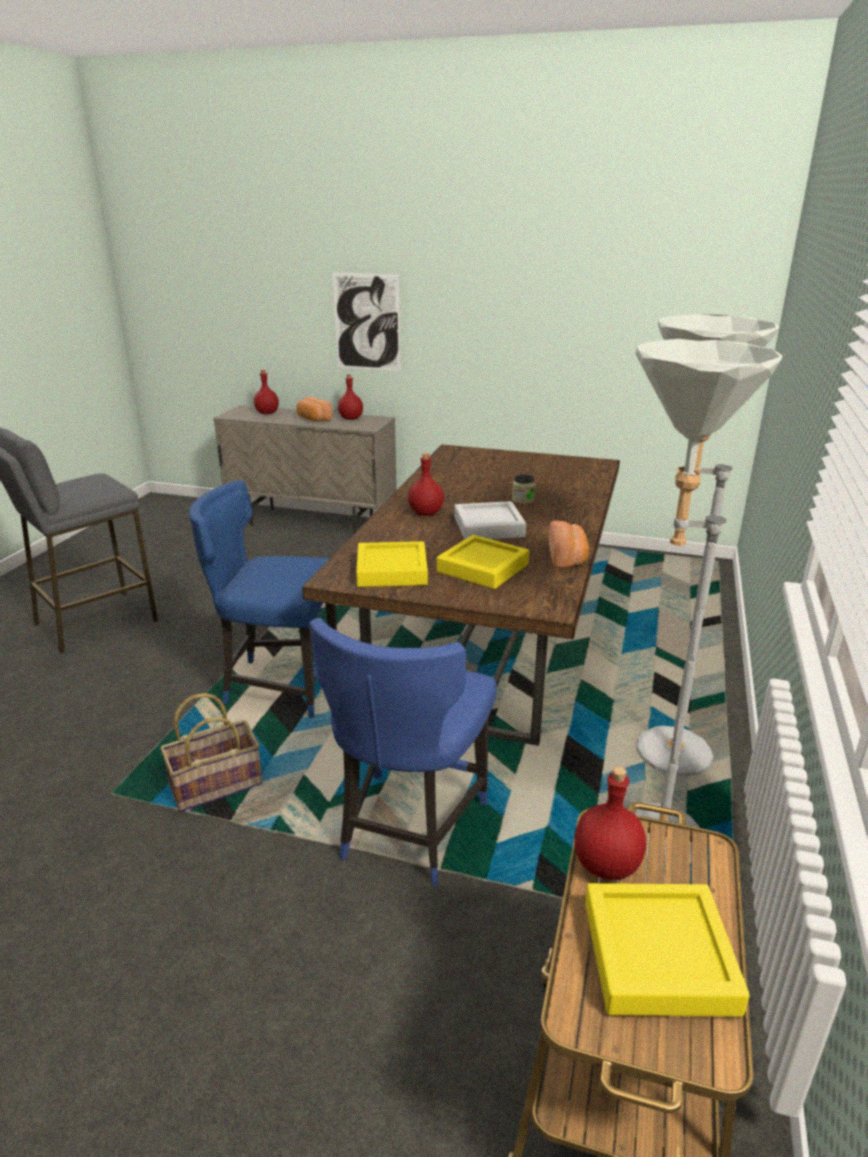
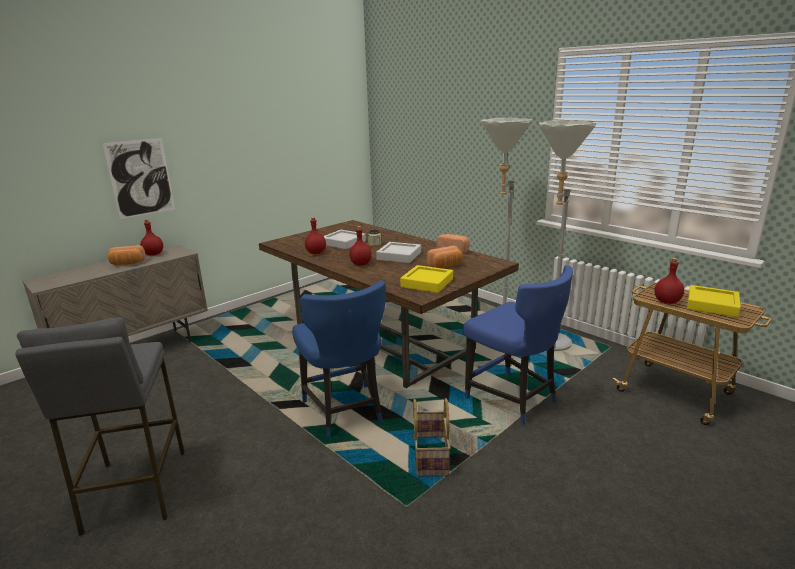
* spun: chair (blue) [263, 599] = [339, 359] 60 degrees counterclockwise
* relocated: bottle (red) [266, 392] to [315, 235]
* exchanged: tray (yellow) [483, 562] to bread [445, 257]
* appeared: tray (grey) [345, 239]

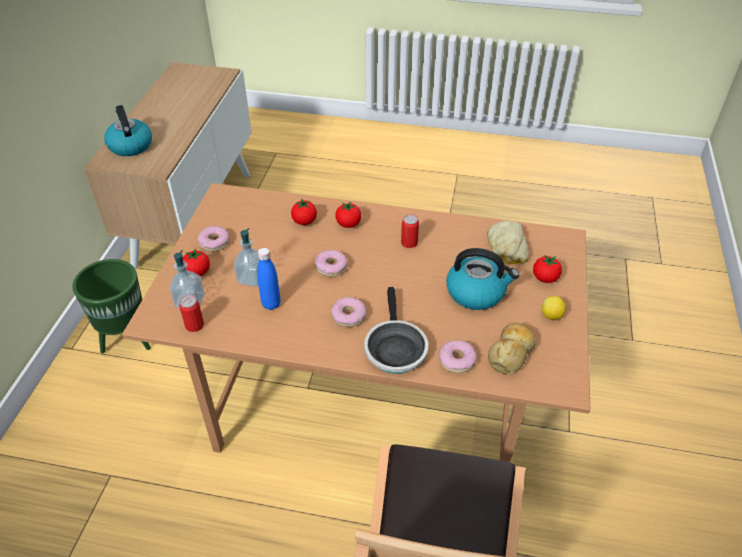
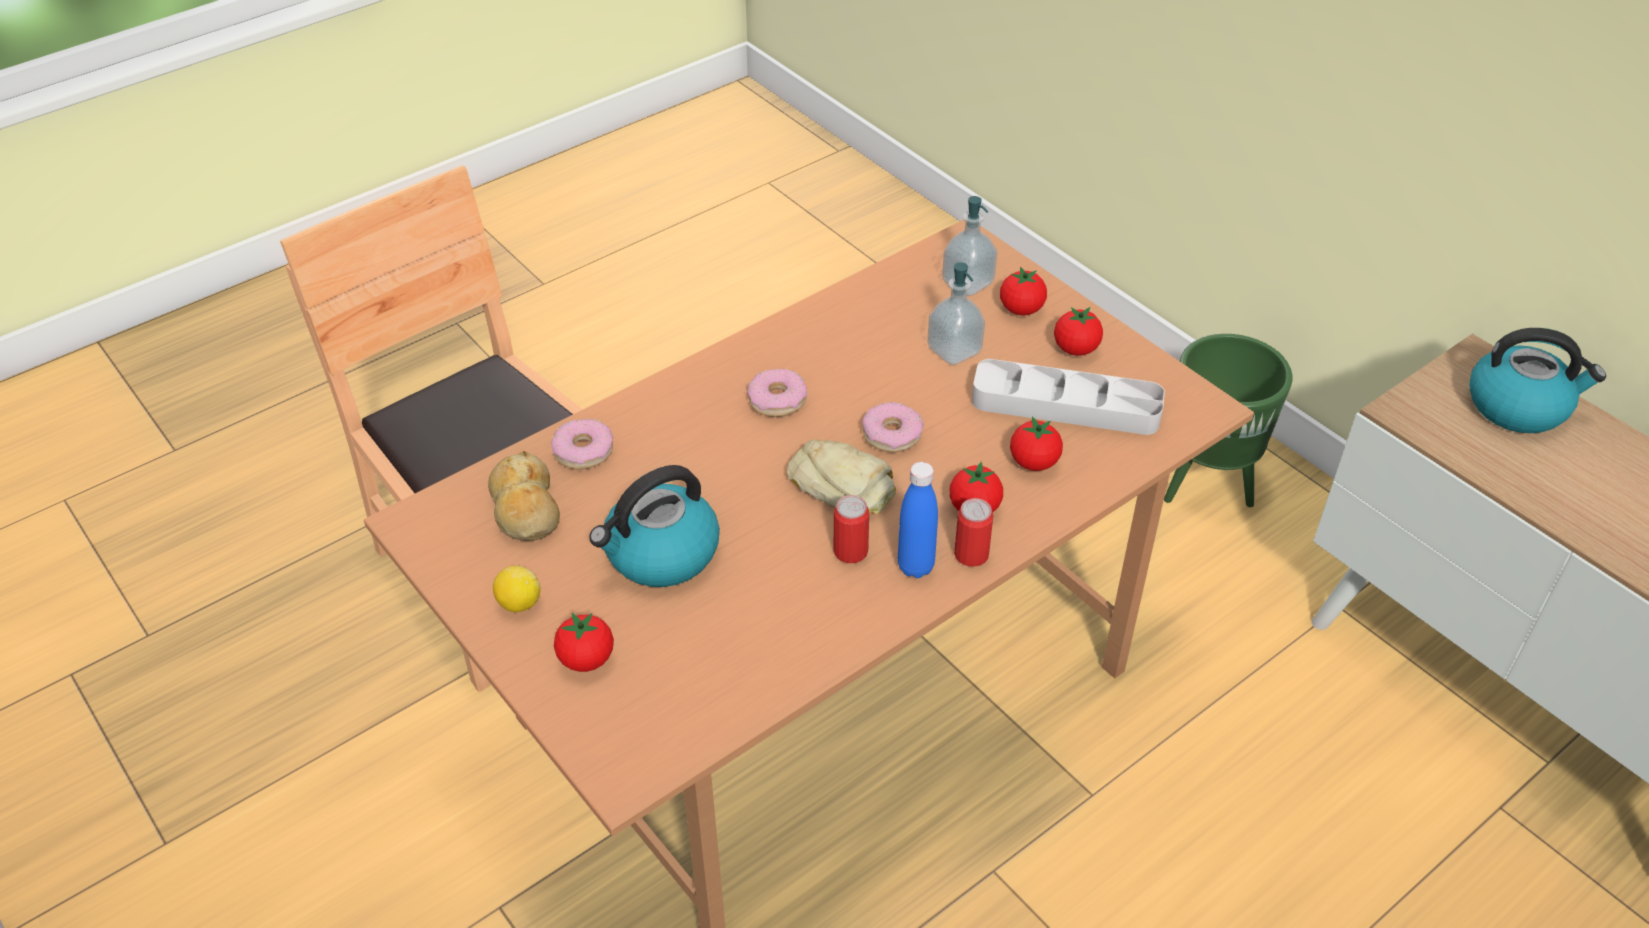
* relocated: can [191, 313] to [973, 532]
* exchanged: donut [213, 239] to tomato [1078, 331]
* relocated: bottle (blue) [269, 279] to [918, 520]
* missing: frying pan [396, 330]
* relocated: bread [508, 242] to [841, 477]
* appeared: tray (grey) [1068, 397]

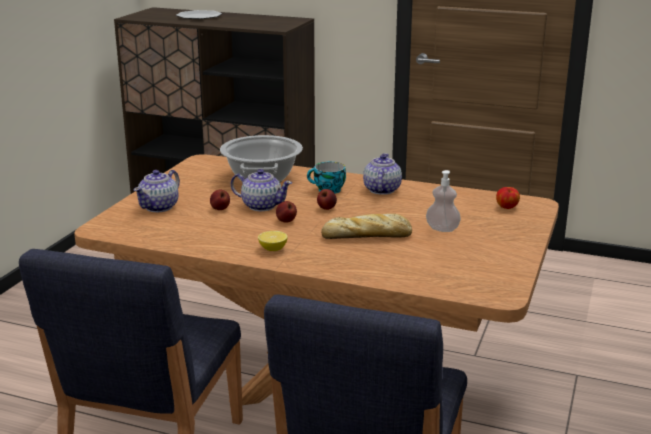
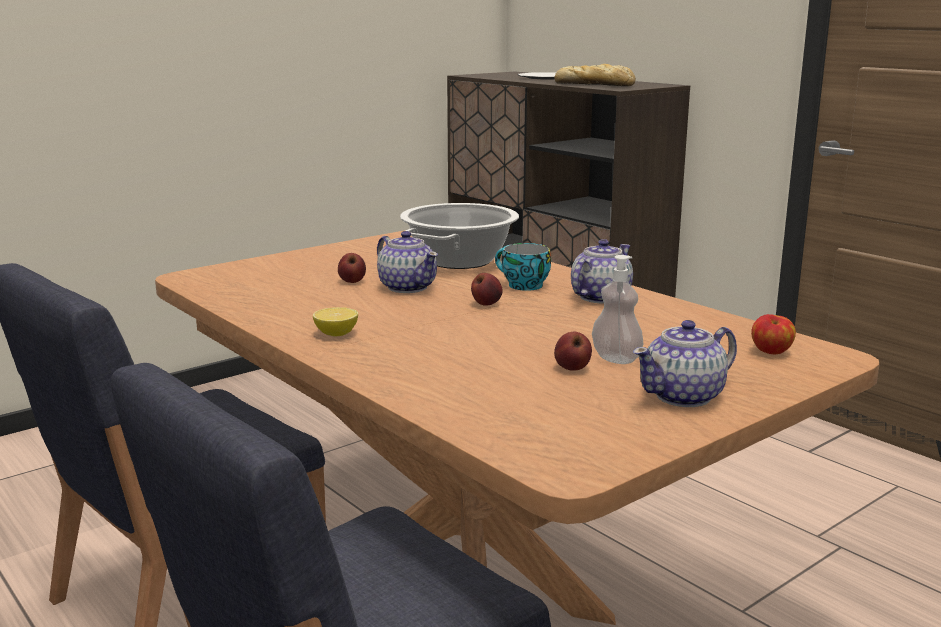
* relocated: teapot [157, 191] to [685, 363]
* relocated: apple [286, 212] to [573, 351]
* relocated: bread [366, 226] to [595, 75]

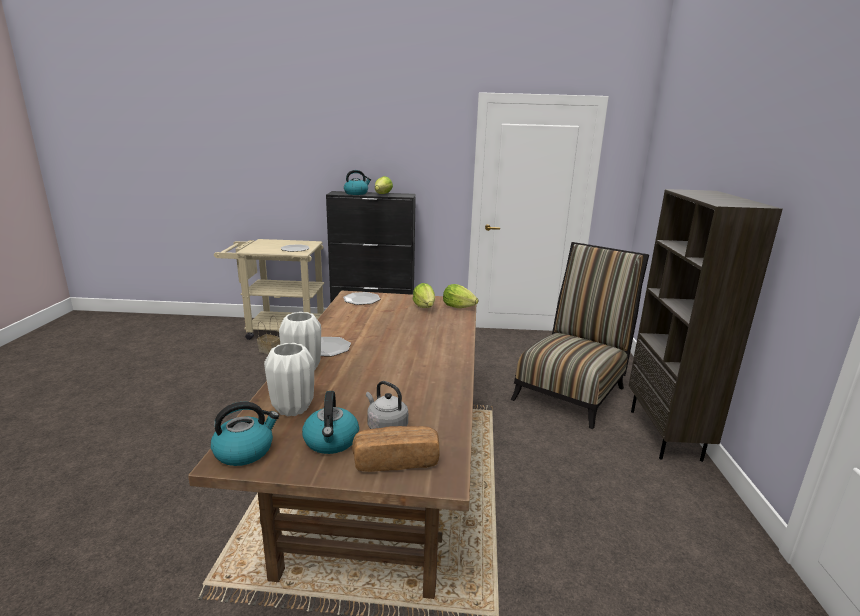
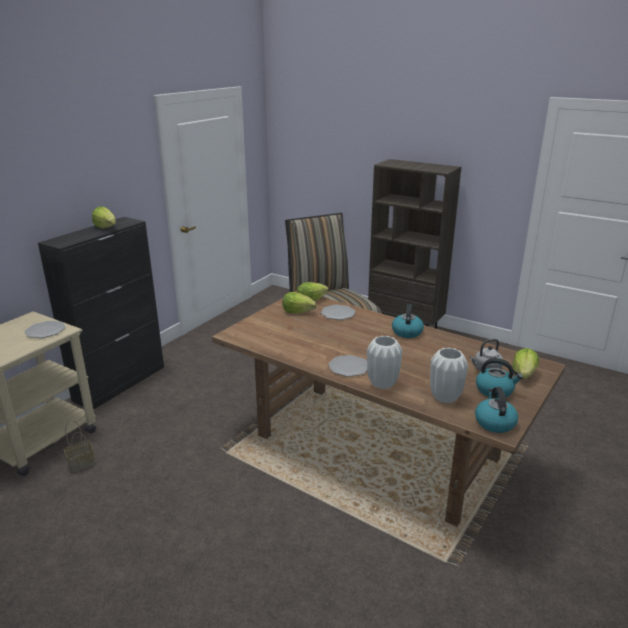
* relocated: plate [361, 298] to [338, 312]
* relocated: kettle [357, 182] to [408, 321]
* exchanged: bread [396, 449] to lettuce [525, 363]

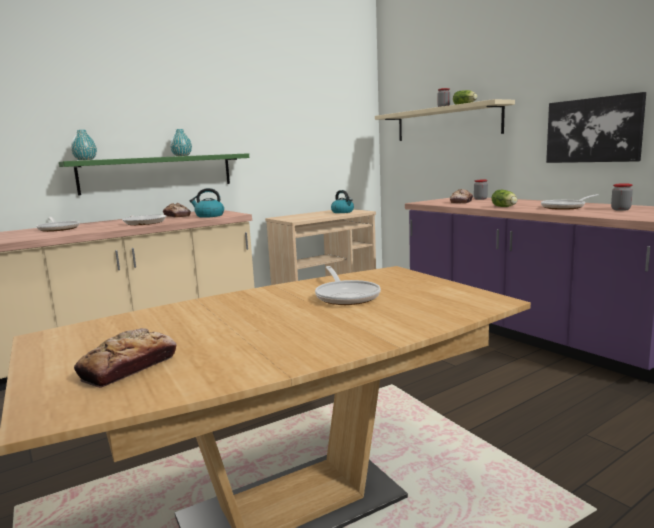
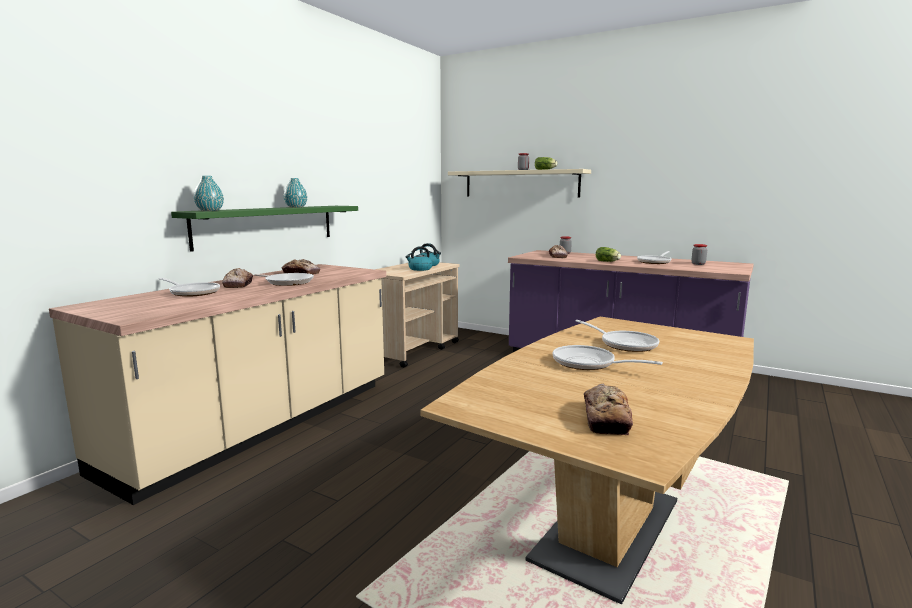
* relocated: kettle [207, 203] to [418, 258]
* missing: picture [596, 127]
* appeared: bread [237, 278]
* appeared: frying pan [608, 357]

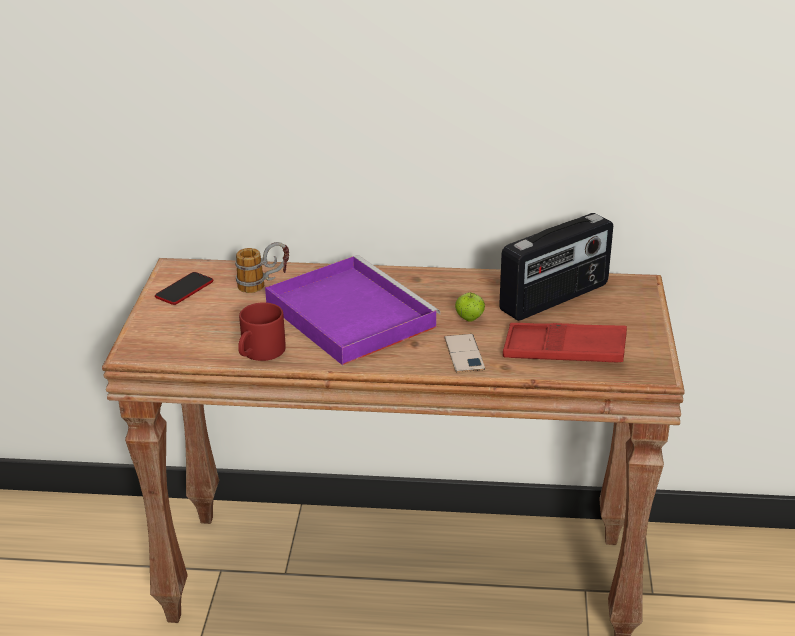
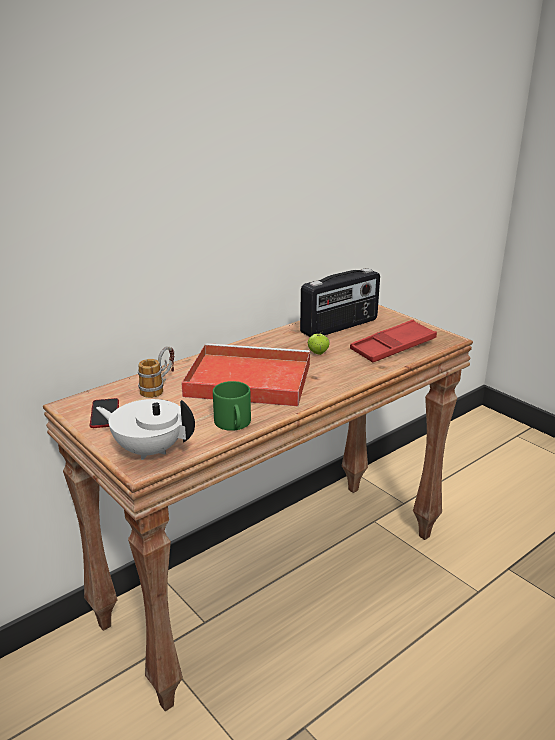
* colour: mug (red) [262, 331] to mug (green) [232, 406]
* colour: tray (purple) [352, 310] to tray (red) [245, 374]
* missing: phone [465, 353]
* spun: radio [556, 267] = [340, 302] 45 degrees clockwise
* appeared: teapot (white) [145, 429]

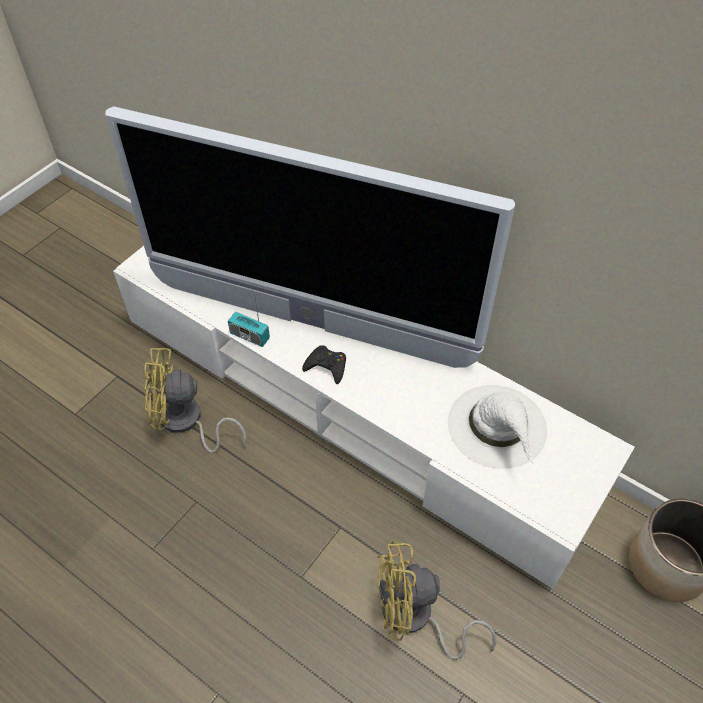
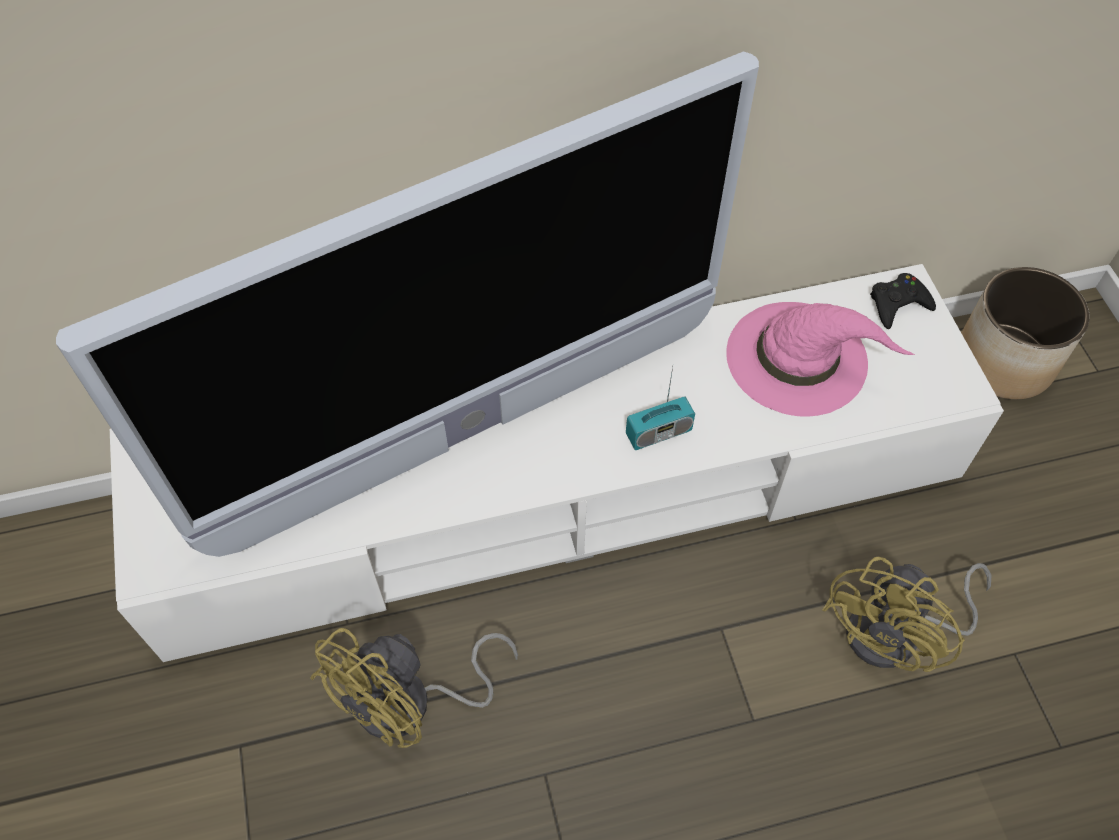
* relocated: radio [249, 323] to [660, 408]
* relocated: game controller (black) [324, 364] to [903, 301]
* colour: hat (white) [497, 427] to hat (pink) [821, 359]

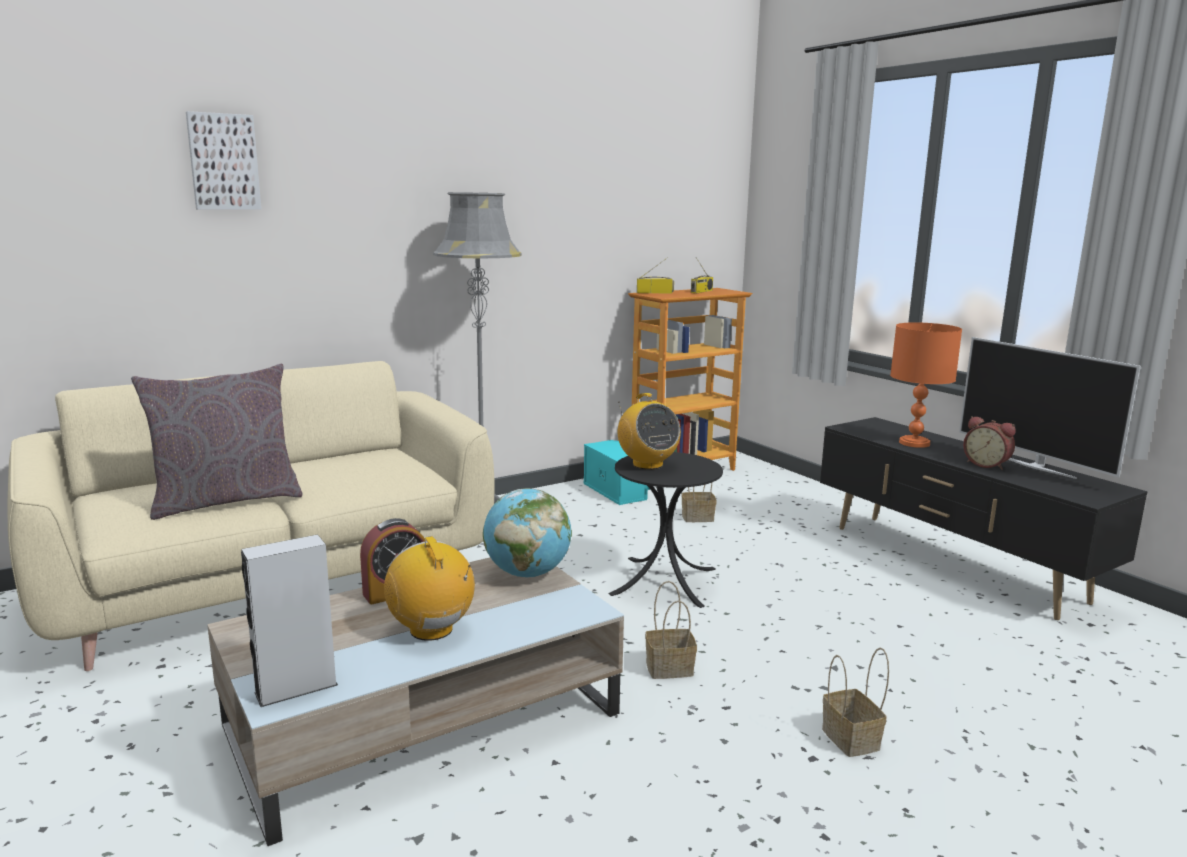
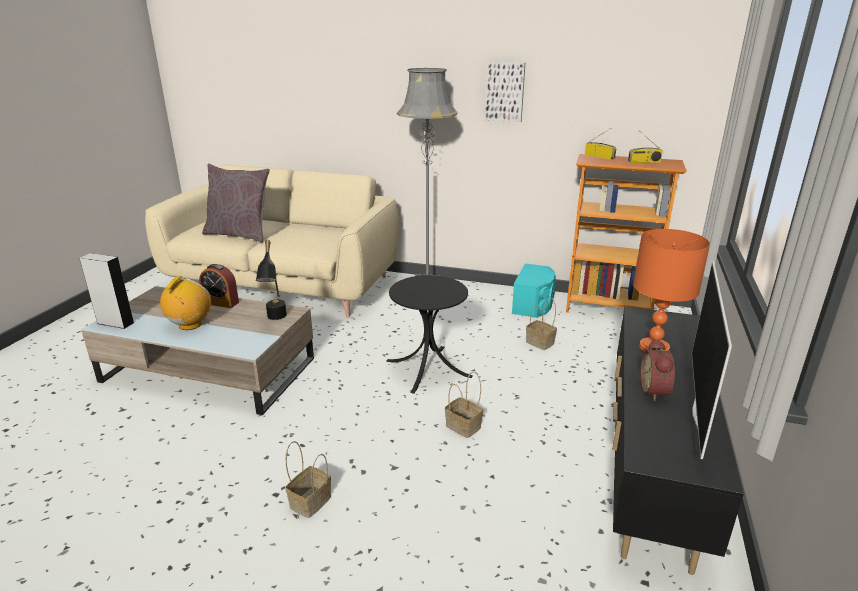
* relocated: picture [223, 160] to [505, 92]
* exchanged: globe [527, 533] to table lamp (black) [271, 280]
* missing: radio [649, 431]
* relocated: basket [671, 630] to [464, 404]

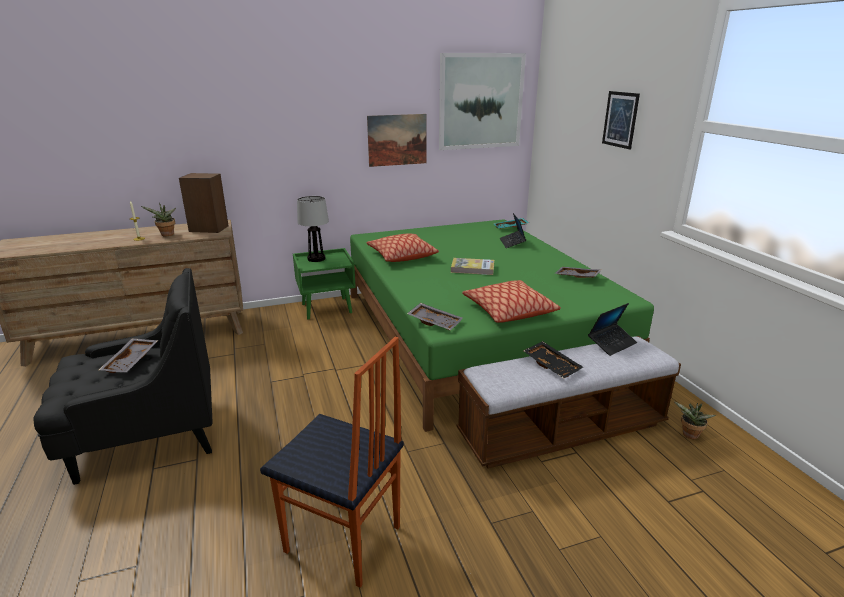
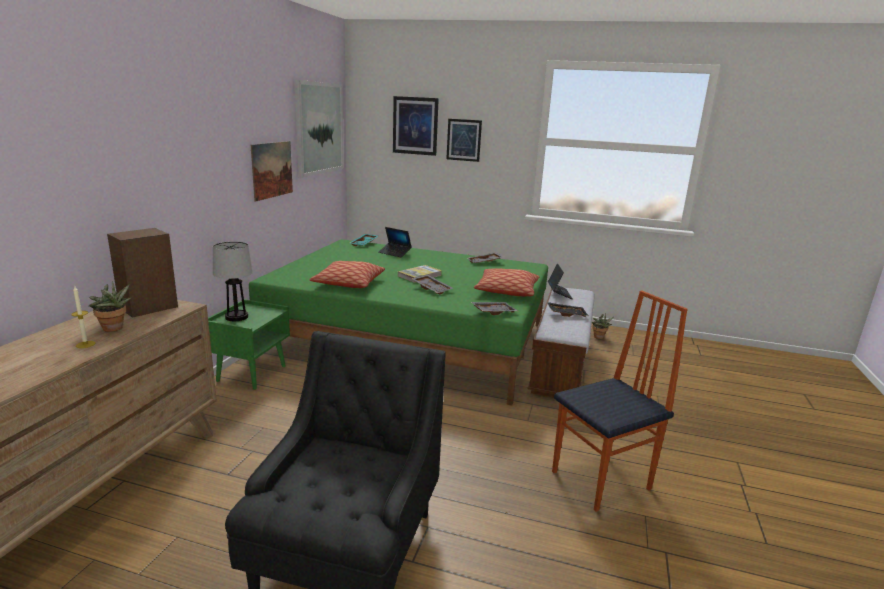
* relocated: tray (grey) [128, 355] to [432, 284]
* appeared: picture [416, 126]

